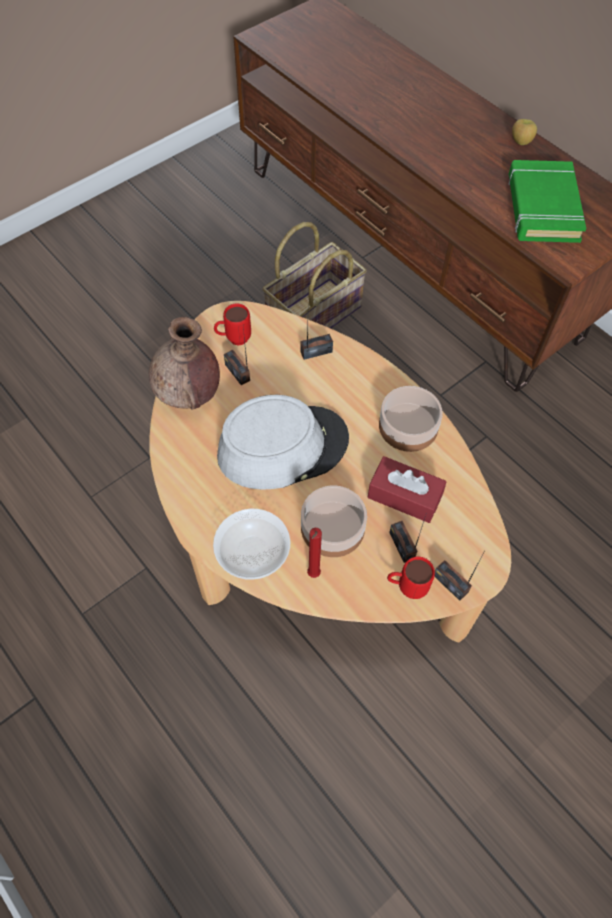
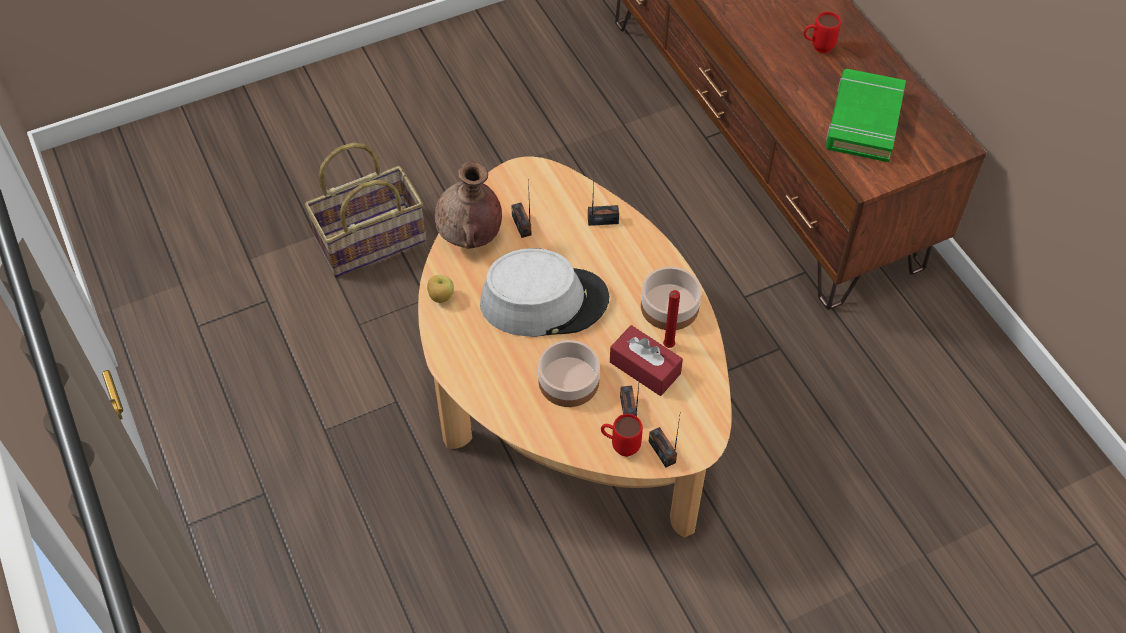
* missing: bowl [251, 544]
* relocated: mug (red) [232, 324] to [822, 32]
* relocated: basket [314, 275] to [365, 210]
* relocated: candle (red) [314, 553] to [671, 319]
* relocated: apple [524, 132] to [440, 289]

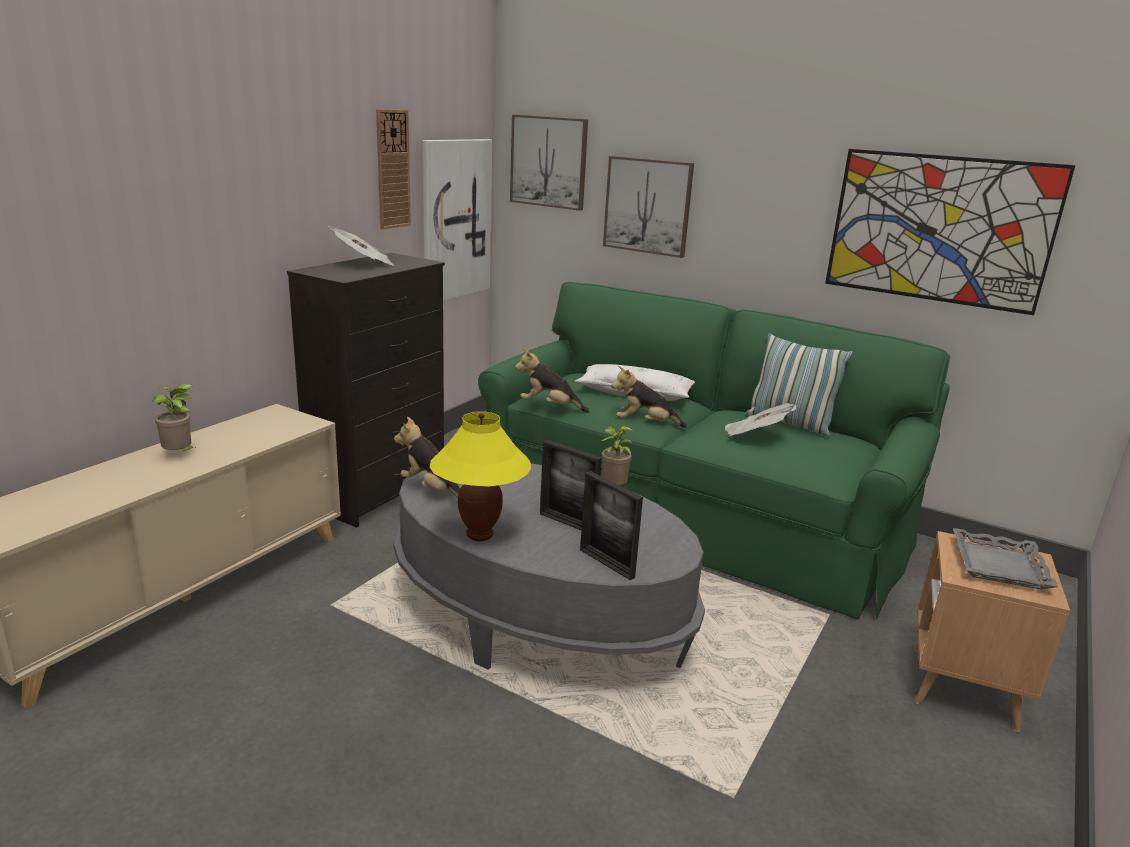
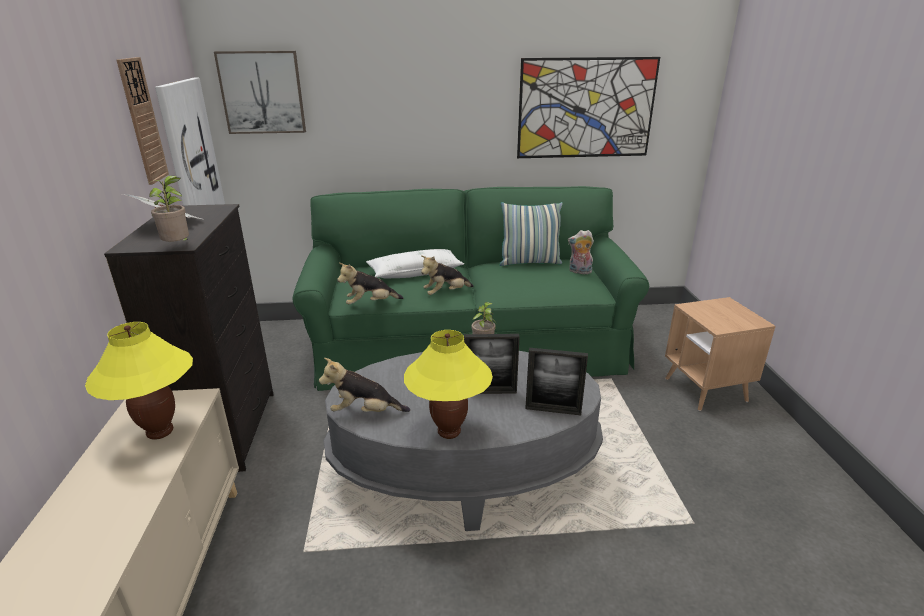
* relocated: potted plant [174, 417] to [168, 208]
* missing: picture [648, 207]
* missing: newspaper [760, 419]
* missing: tray (grey) [1005, 559]
* appeared: table lamp (yellow) [139, 381]
* appeared: plush toy [581, 252]

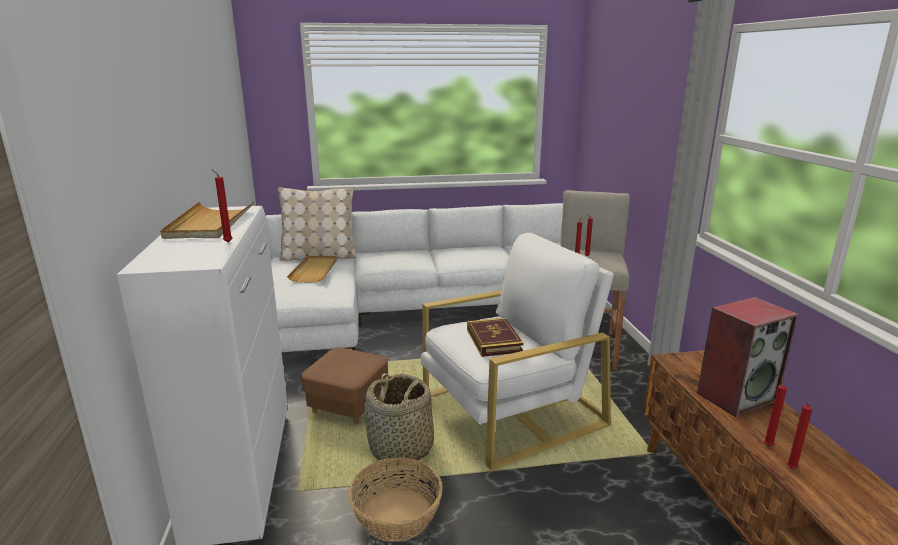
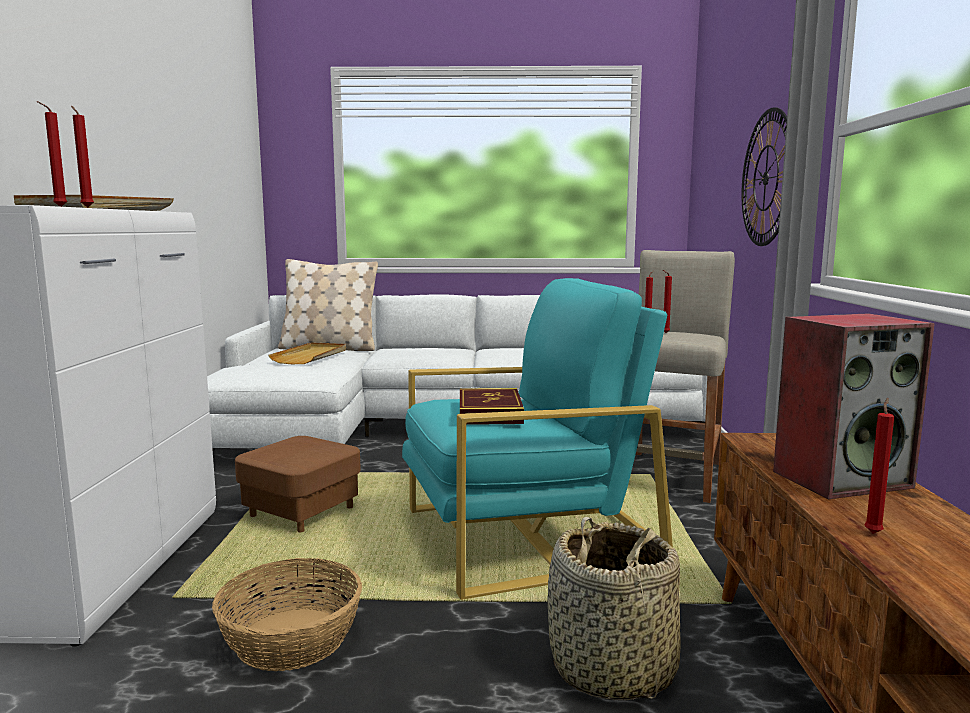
* relocated: basket [399, 418] to [613, 608]
* colour: armchair (white) [517, 351] to armchair (turquoise) [537, 439]
* relocated: candle (red) [799, 435] to [52, 154]
* appeared: wall clock [764, 176]

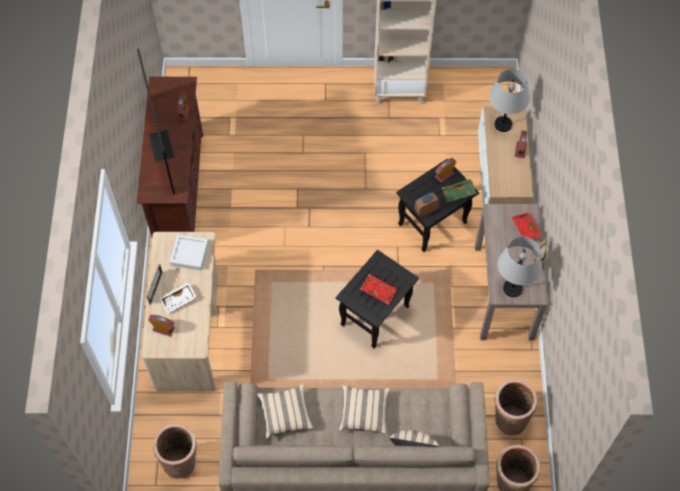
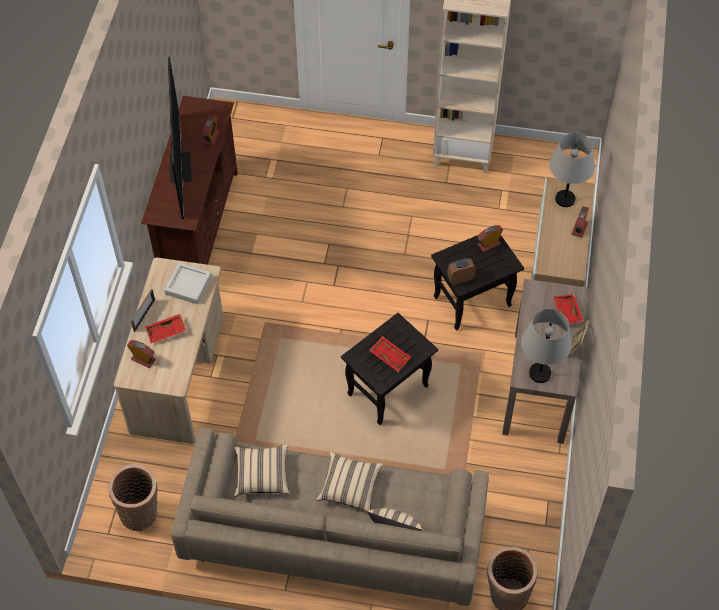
* colour: tray (white) [178, 298] to tray (red) [166, 328]
* missing: tray (green) [459, 191]
* missing: basket [515, 407]

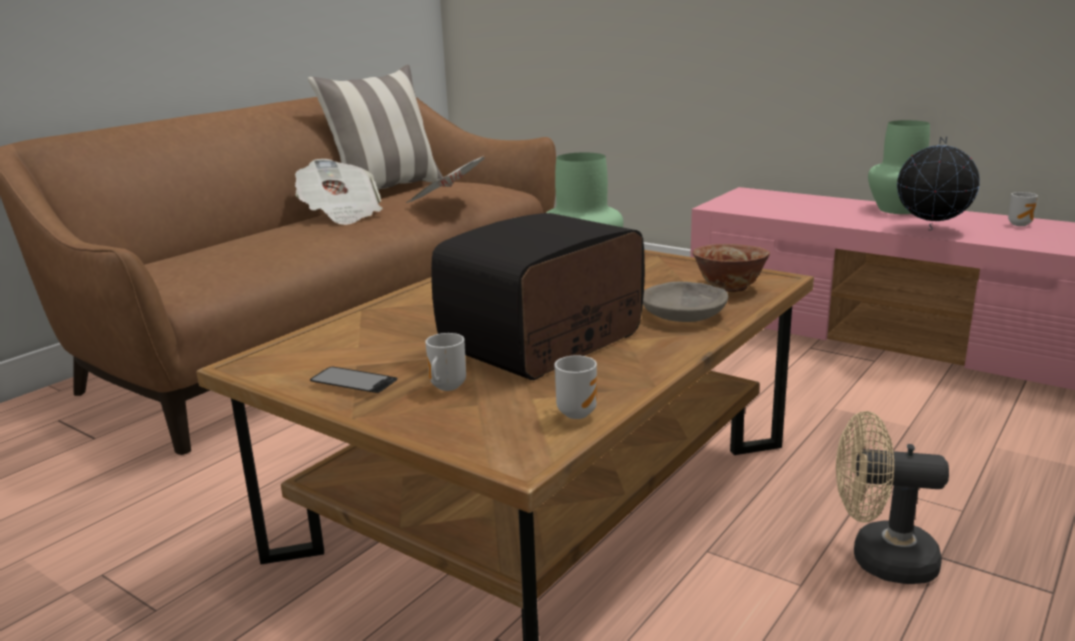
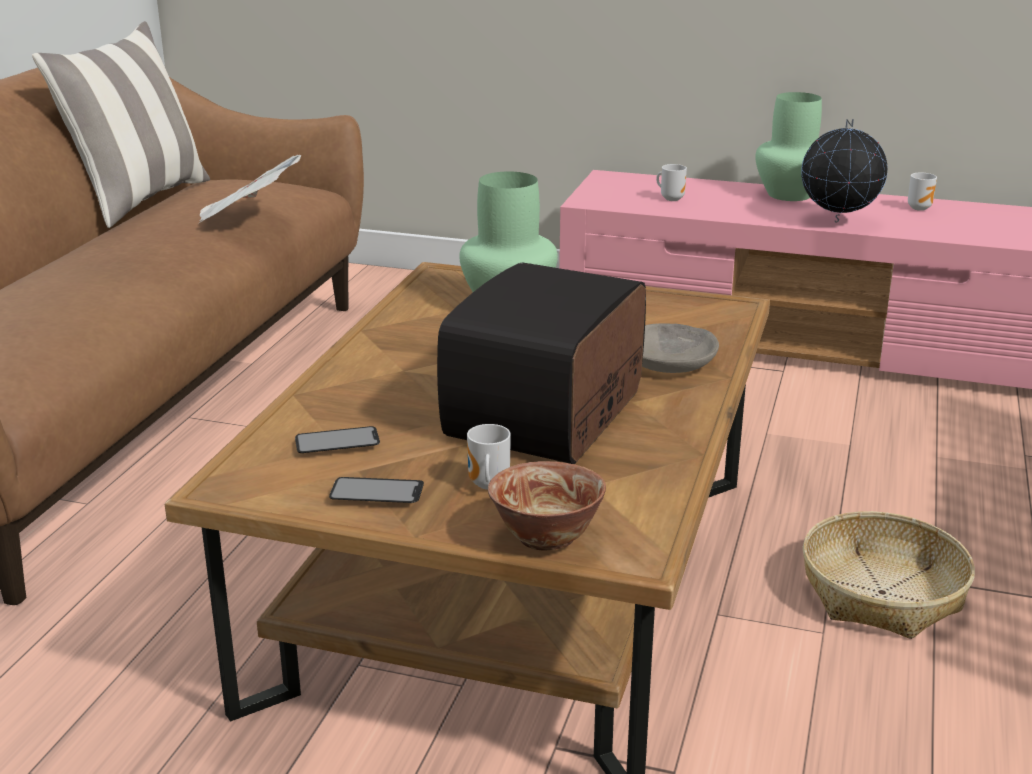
* missing: newspaper [338, 192]
* relocated: mug [575, 387] to [671, 182]
* relocated: bowl [731, 268] to [547, 506]
* exchanged: fan (beige) [892, 497] to basket [889, 575]
* appeared: phone [337, 439]

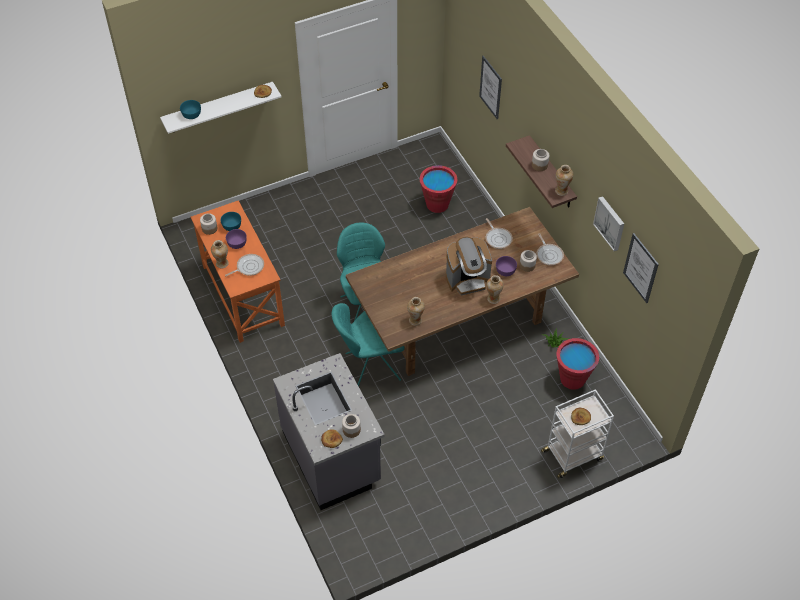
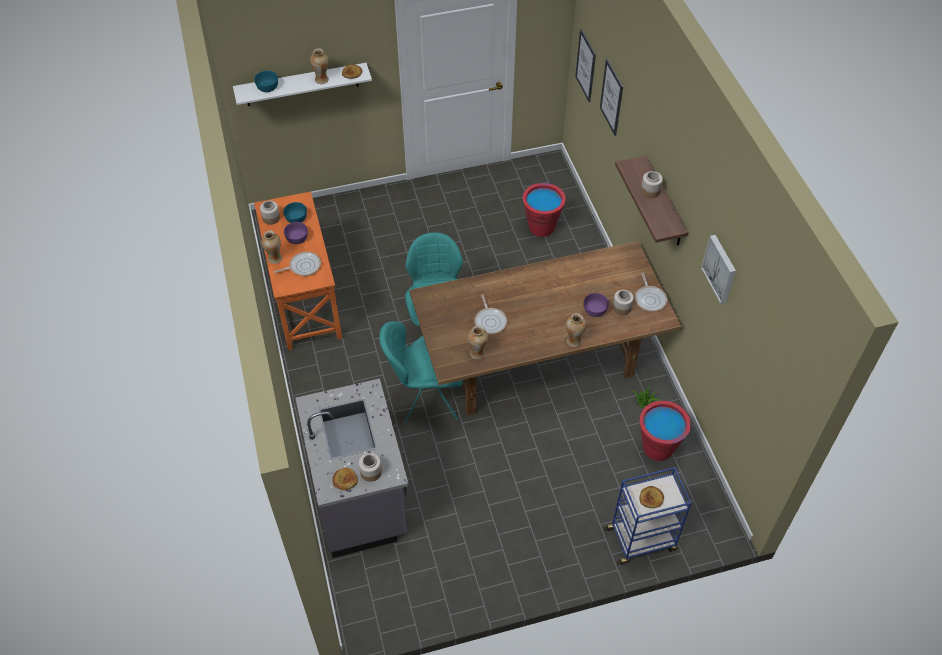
* missing: coffee machine [469, 266]
* relocated: frying pan [499, 233] to [490, 314]
* colour: cart (white) [577, 433] to cart (blue) [648, 516]
* relocated: vase [564, 180] to [319, 66]
* relocated: picture [641, 268] to [585, 65]

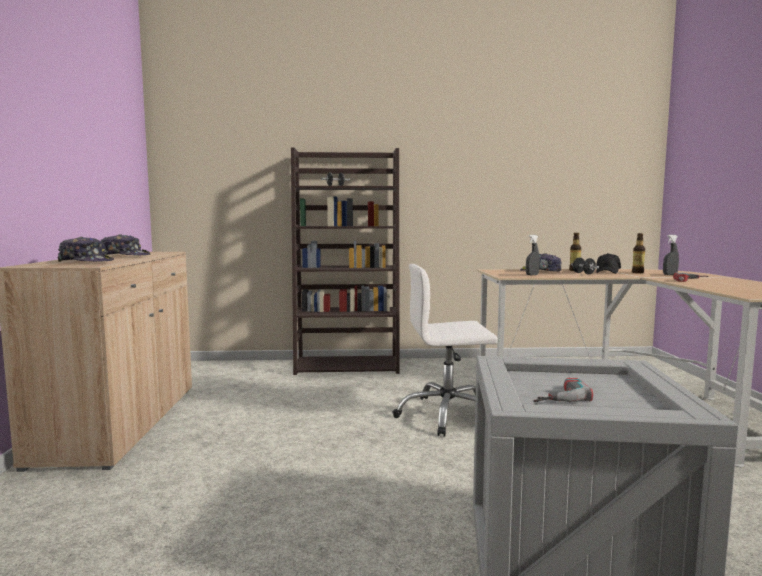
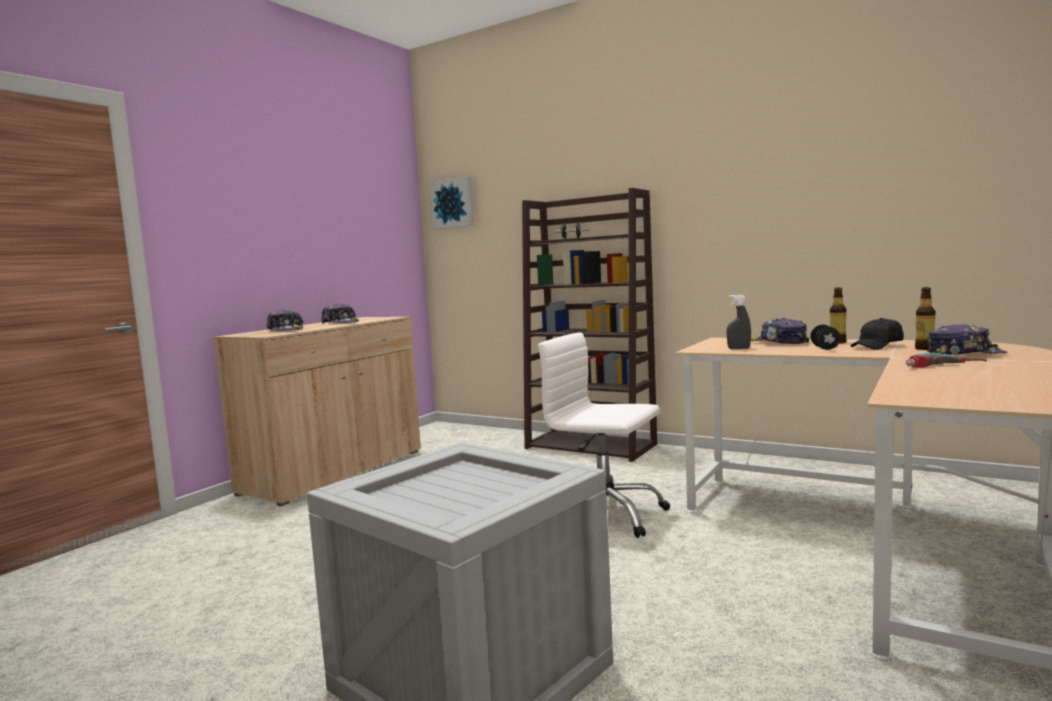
* missing: power drill [563, 389]
* exchanged: spray bottle (grey) [671, 255] to cap [967, 339]
* appeared: picture [452, 202]

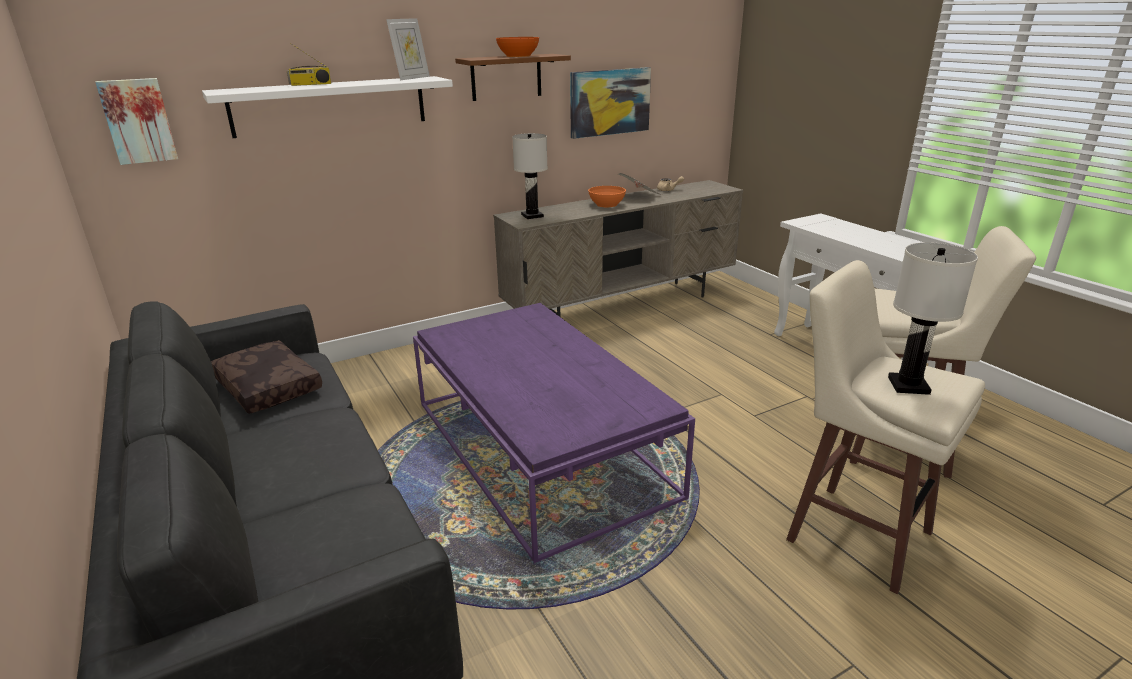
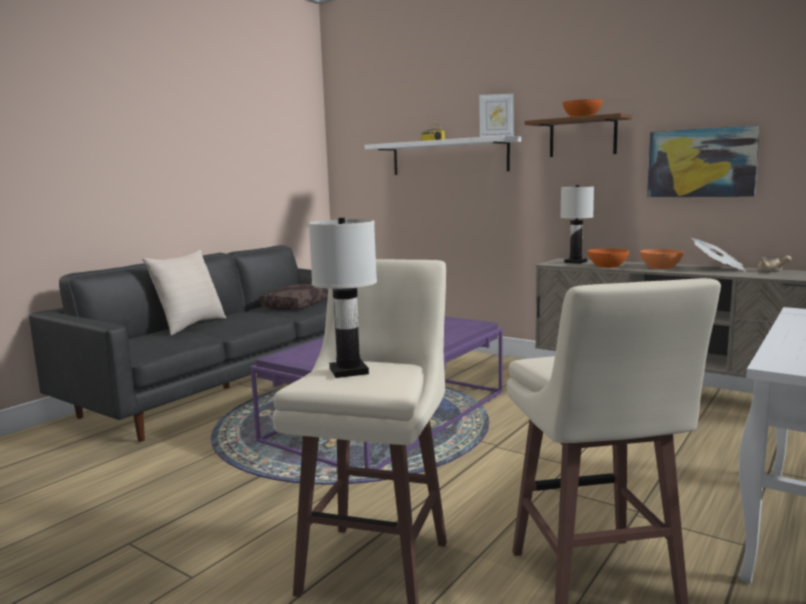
* missing: picture [136, 121]
* appeared: pillow (beige) [184, 292]
* appeared: bowl (orange) [608, 258]

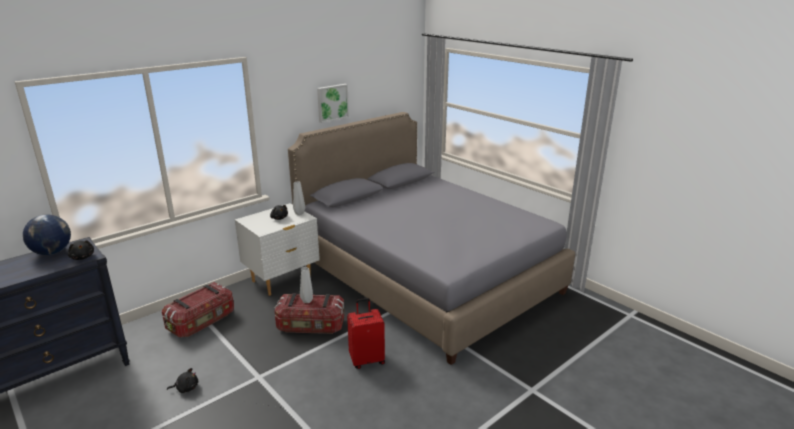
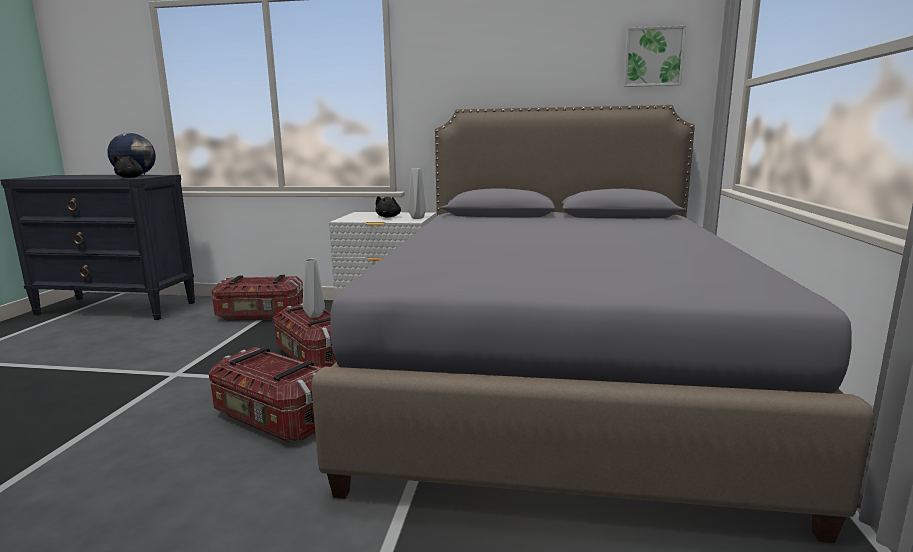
* missing: plush toy (black) [182, 380]
* relocated: picture [333, 103] to [655, 56]
* exchanged: suitcase (red) [366, 333] to storage box [265, 394]

